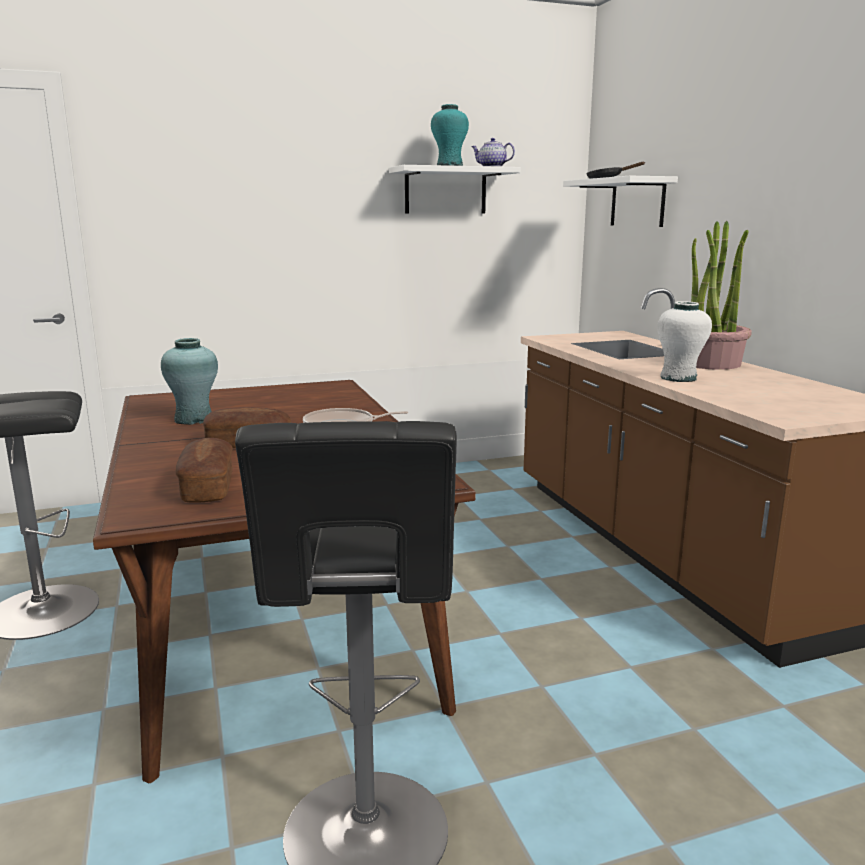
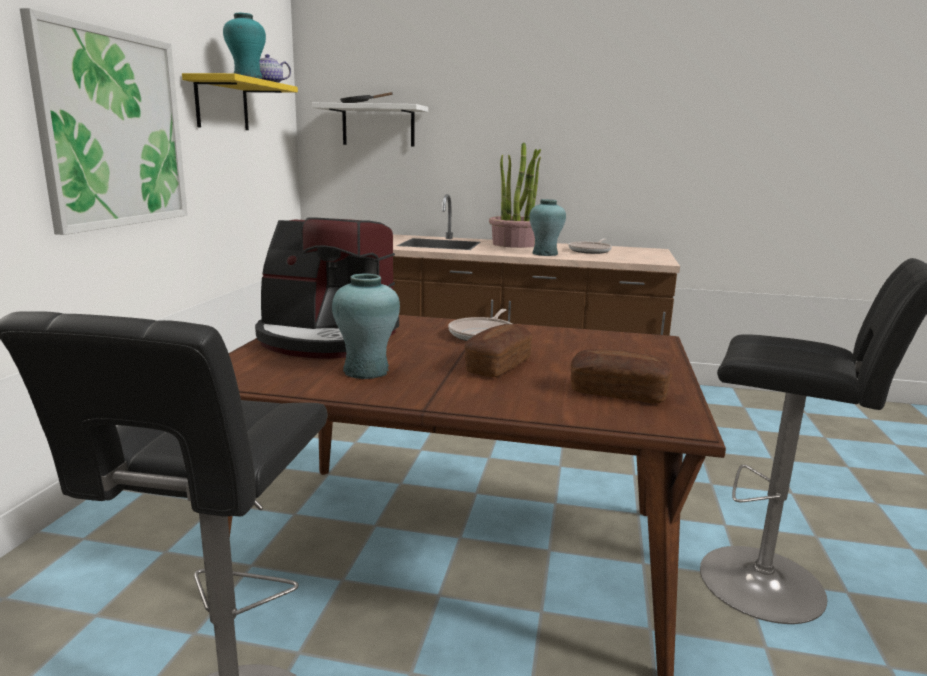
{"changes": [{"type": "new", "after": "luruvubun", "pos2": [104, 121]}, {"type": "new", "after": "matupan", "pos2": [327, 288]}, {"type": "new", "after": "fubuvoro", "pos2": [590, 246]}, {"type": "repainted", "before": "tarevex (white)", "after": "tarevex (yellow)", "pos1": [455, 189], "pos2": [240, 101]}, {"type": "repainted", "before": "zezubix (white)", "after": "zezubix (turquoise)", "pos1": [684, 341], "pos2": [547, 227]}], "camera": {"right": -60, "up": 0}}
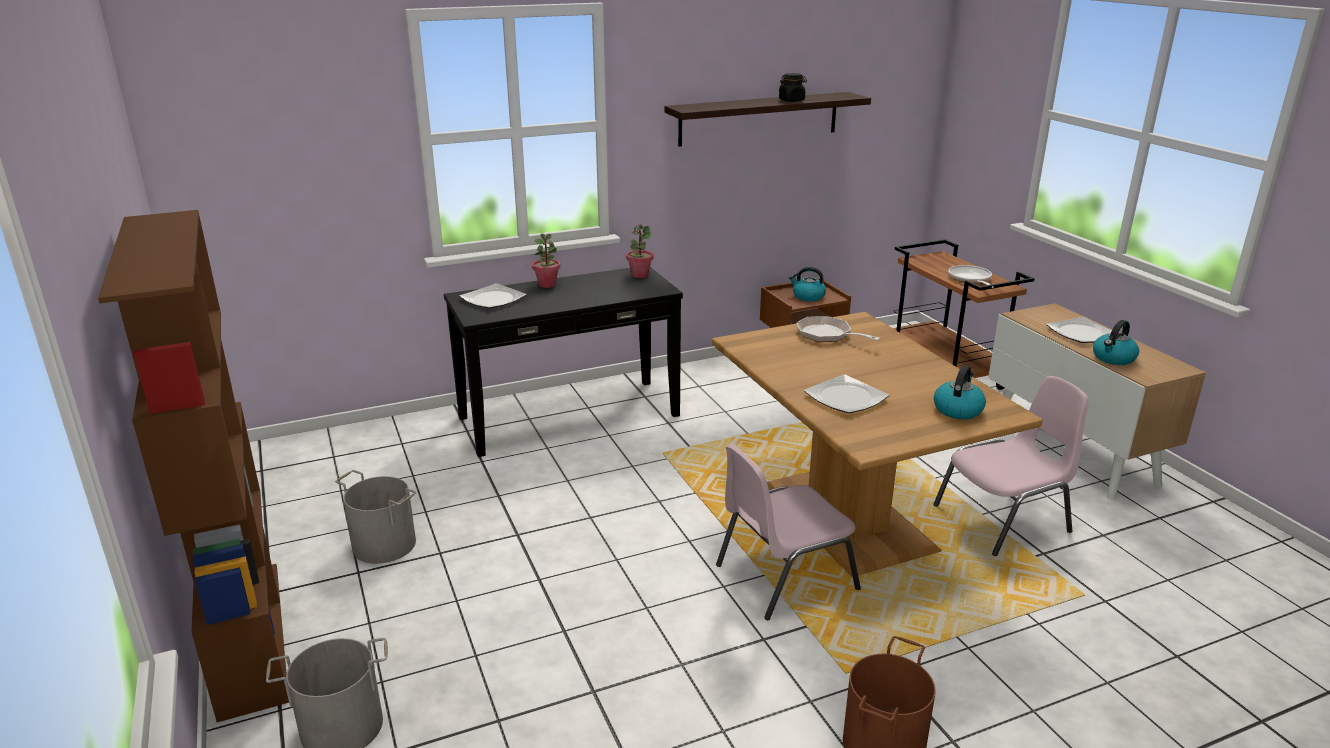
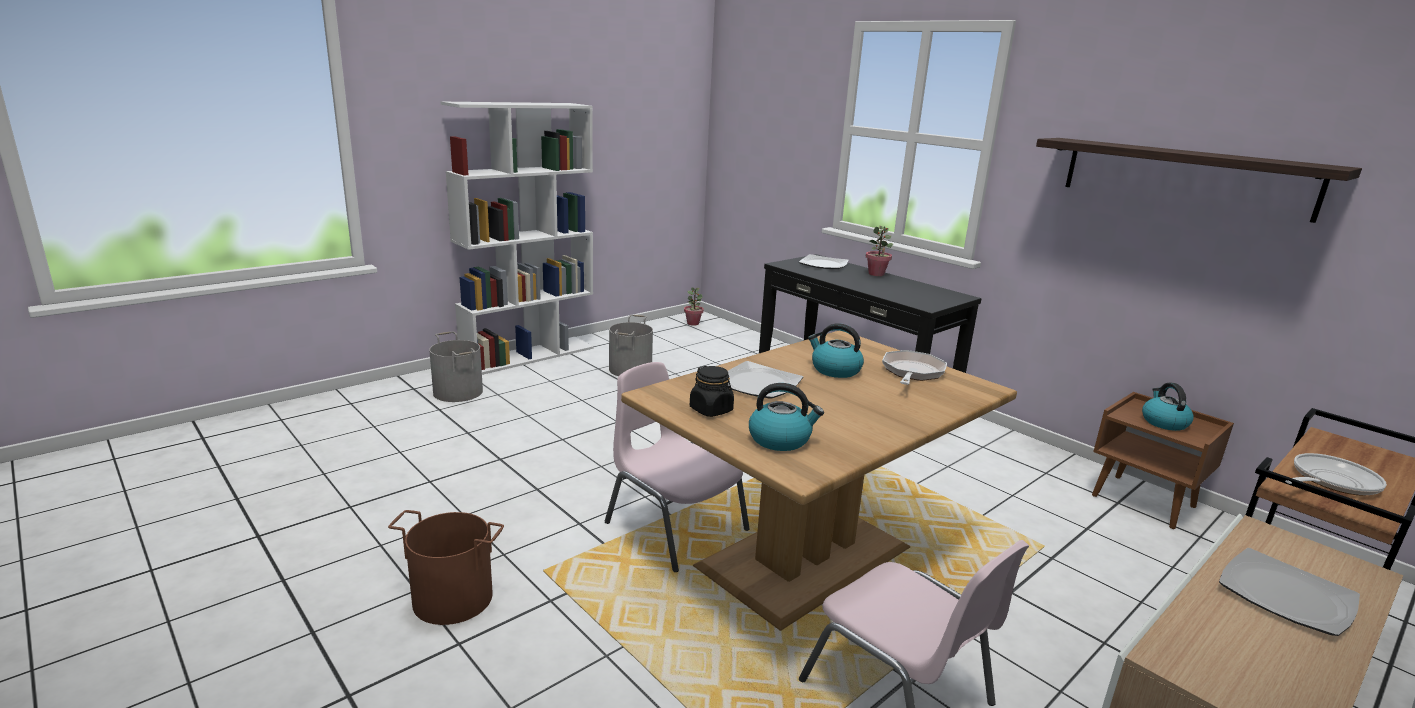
{"changes": [{"type": "shifted", "before": "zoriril", "pos1": [640, 251], "pos2": [694, 306]}, {"type": "shifted", "before": "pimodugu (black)", "pos1": [793, 87], "pos2": [712, 391]}, {"type": "shifted", "before": "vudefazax", "pos1": [1116, 342], "pos2": [836, 350]}, {"type": "repainted", "before": "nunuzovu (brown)", "after": "nunuzovu (white)", "pos1": [193, 466], "pos2": [517, 238]}], "camera": {"right": 70, "up": -5}}
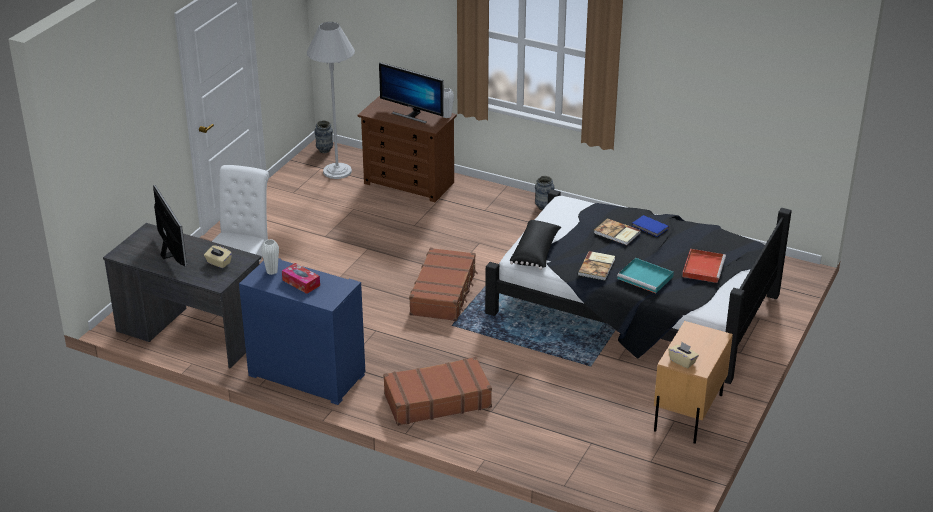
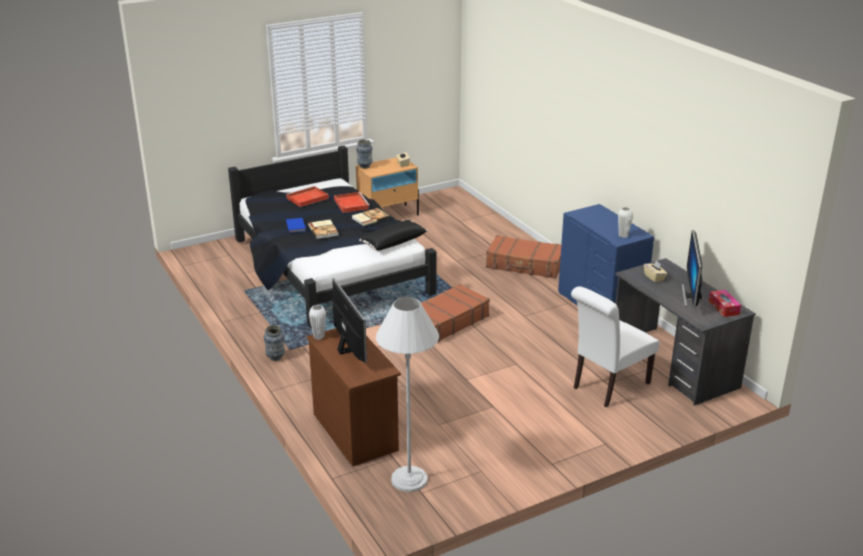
{"changes": [{"type": "shifted", "before": "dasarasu", "pos1": [301, 278], "pos2": [725, 303]}, {"type": "shifted", "before": "zezubix", "pos1": [323, 136], "pos2": [364, 154]}, {"type": "repainted", "before": "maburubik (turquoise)", "after": "maburubik (red)", "pos1": [645, 275], "pos2": [352, 202]}], "camera": {"right": -145, "up": -5}}
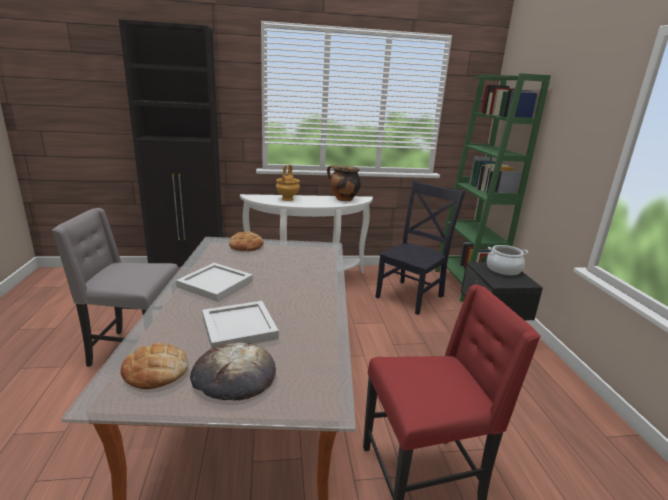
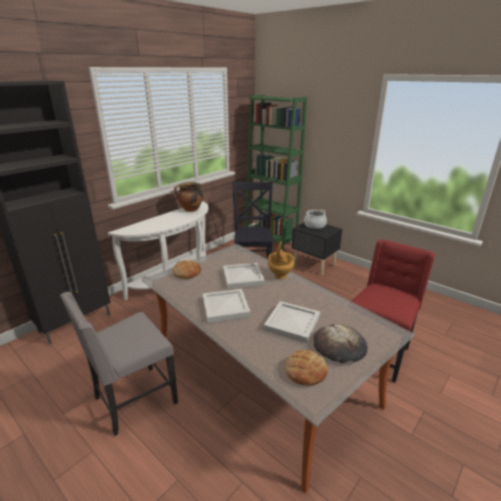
{"changes": [{"type": "new", "after": "maburubik (white)", "pos2": [244, 276]}, {"type": "shifted", "before": "zezubix (brown)", "pos1": [288, 183], "pos2": [281, 260]}], "camera": {"right": -40, "up": 5}}
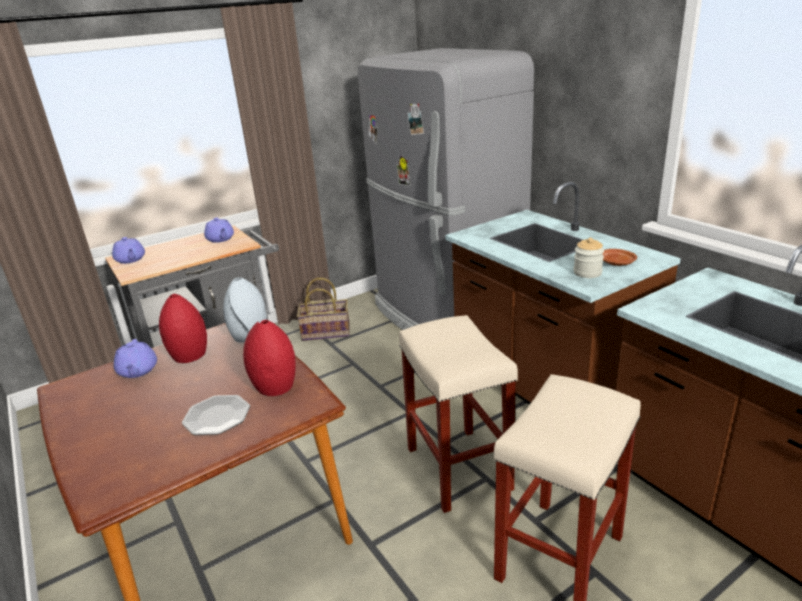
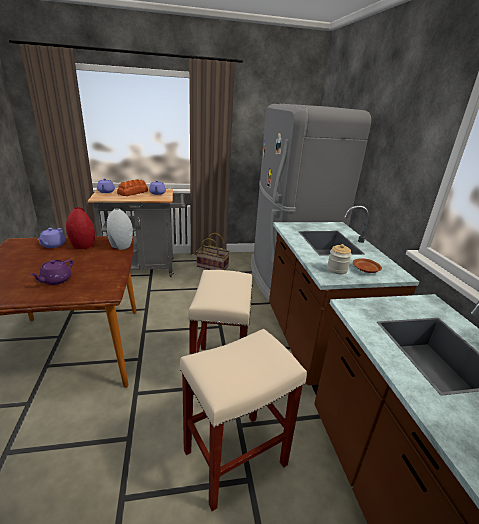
{"changes": [{"type": "gone", "before": "zezubix (red)", "pos1": [269, 358]}, {"type": "new", "after": "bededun", "pos2": [132, 187]}, {"type": "swapped", "before": "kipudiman", "after": "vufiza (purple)", "pos1": [216, 415], "pos2": [51, 272]}], "camera": {"right": 20, "up": 0}}
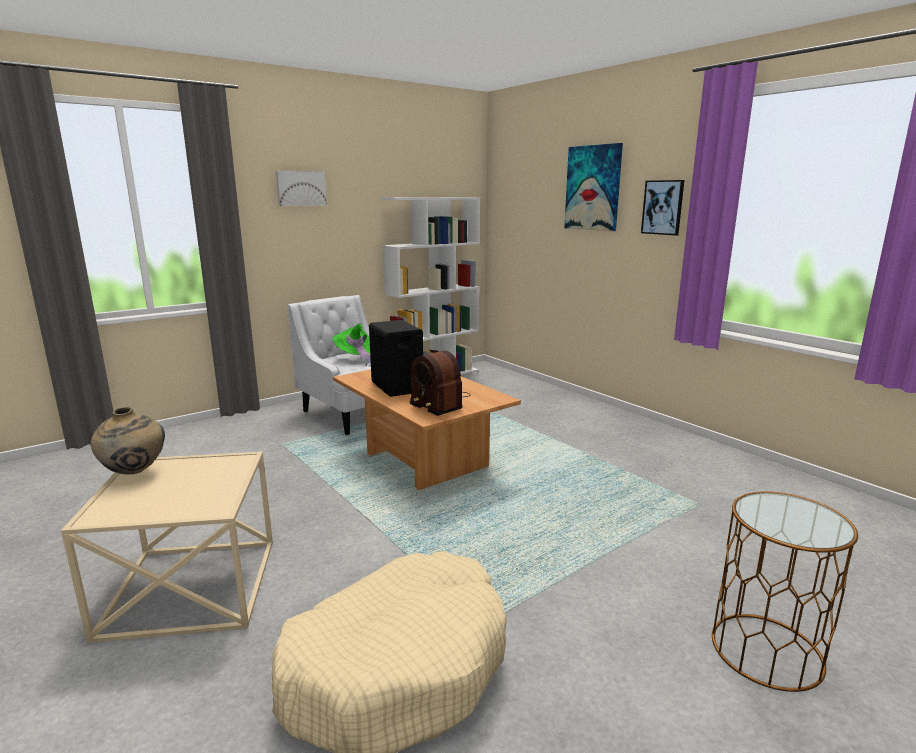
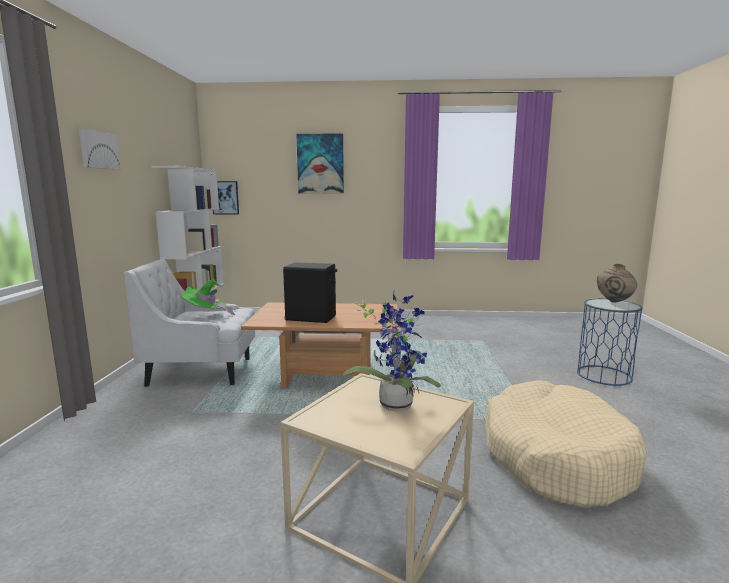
{"changes": [{"type": "gone", "before": "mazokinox", "pos1": [440, 383]}, {"type": "new", "after": "zoriril", "pos2": [392, 350]}, {"type": "shifted", "before": "zezubix (beige)", "pos1": [128, 441], "pos2": [617, 283]}, {"type": "shifted", "before": "luruvubun", "pos1": [662, 207], "pos2": [226, 197]}, {"type": "repainted", "before": "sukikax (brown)", "after": "sukikax (blue)", "pos1": [785, 591], "pos2": [609, 342]}], "camera": {"right": -50, "up": -5}}
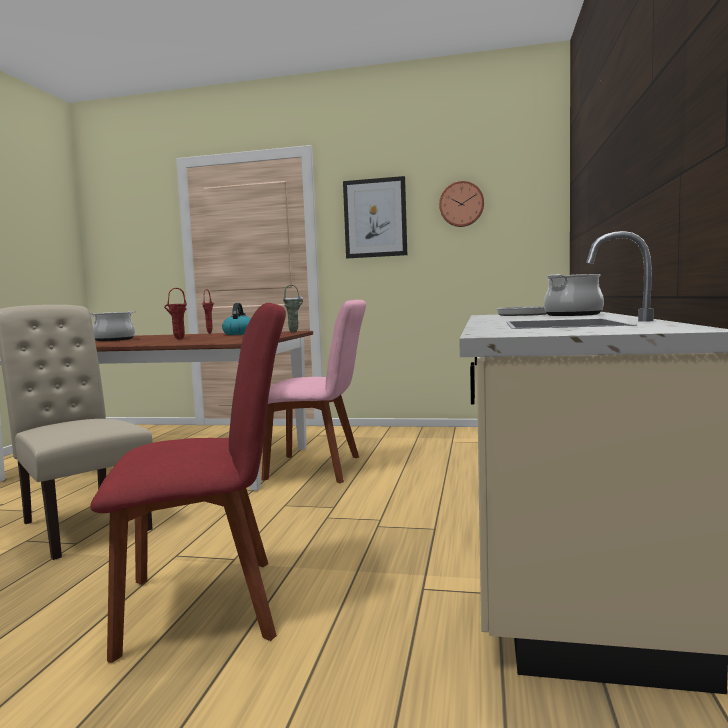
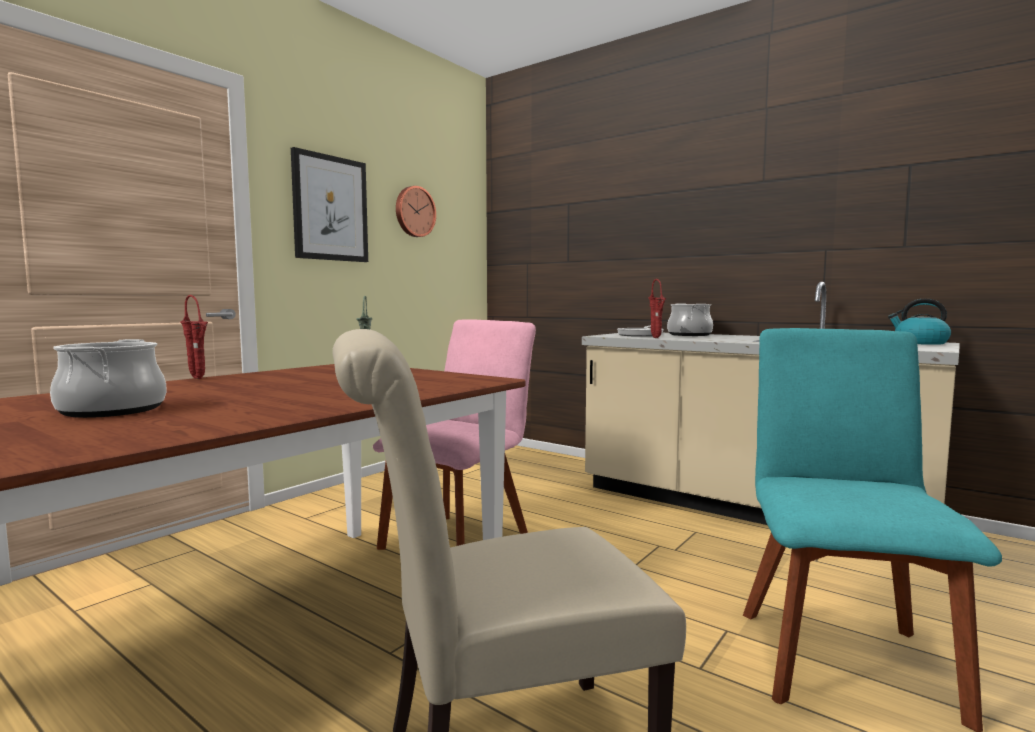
{"changes": [{"type": "shifted", "before": "zezubix (red)", "pos1": [175, 313], "pos2": [657, 308]}, {"type": "shifted", "before": "vudefazax", "pos1": [236, 319], "pos2": [919, 322]}, {"type": "repainted", "before": "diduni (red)", "after": "diduni (turquoise)", "pos1": [188, 483], "pos2": [872, 530]}], "camera": {"right": -65, "up": 0}}
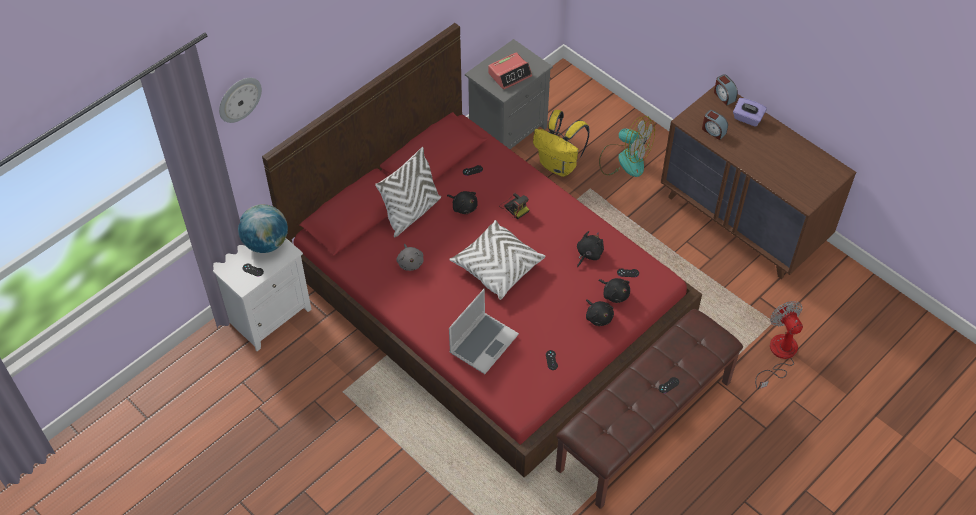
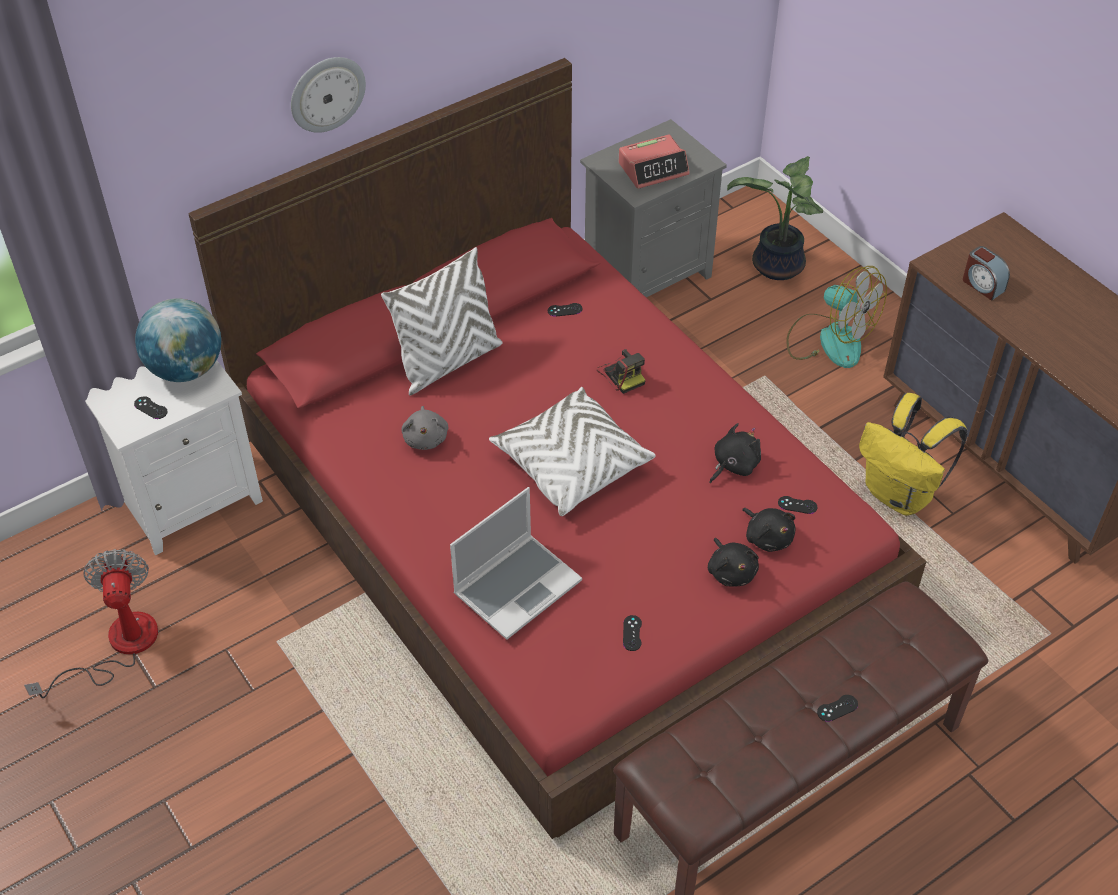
{"changes": [{"type": "gone", "before": "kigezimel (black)", "pos1": [462, 202]}, {"type": "gone", "before": "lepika", "pos1": [726, 90]}, {"type": "gone", "before": "dasarasu (purple)", "pos1": [750, 112]}, {"type": "new", "after": "zoriril", "pos2": [775, 218]}, {"type": "shifted", "before": "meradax", "pos1": [240, 100], "pos2": [328, 95]}, {"type": "shifted", "before": "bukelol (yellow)", "pos1": [561, 143], "pos2": [913, 454]}, {"type": "shifted", "before": "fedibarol", "pos1": [779, 345], "pos2": [91, 623]}], "camera": {"right": 10, "up": -5}}
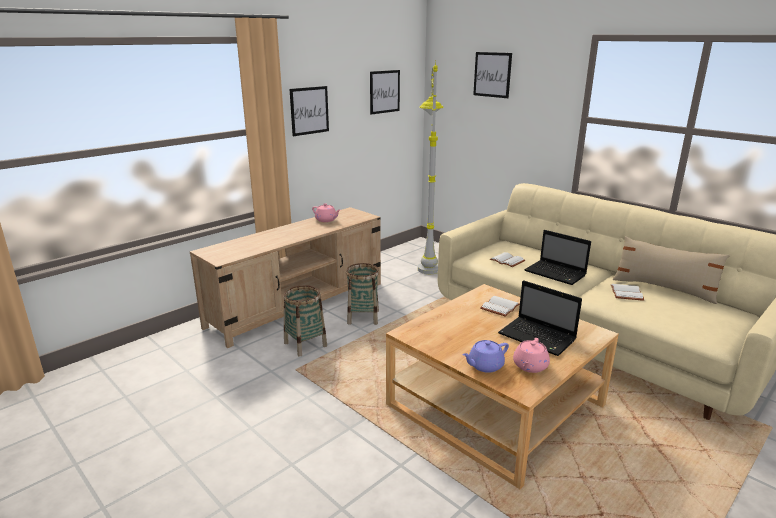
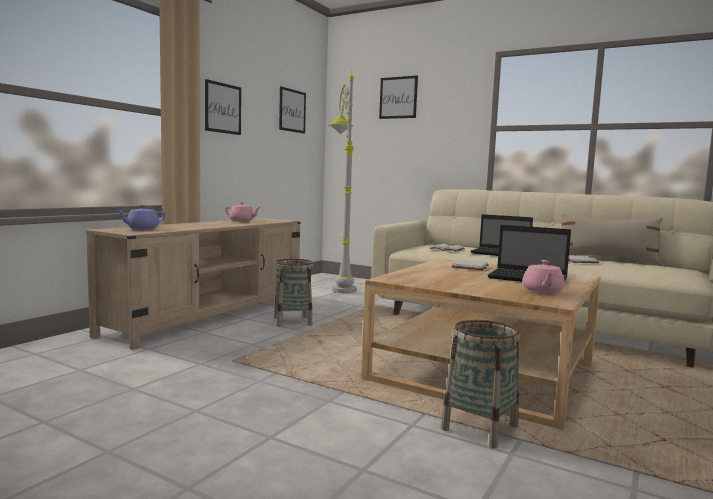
{"changes": [{"type": "shifted", "before": "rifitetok", "pos1": [305, 321], "pos2": [480, 384]}, {"type": "shifted", "before": "vufiza (purple)", "pos1": [485, 356], "pos2": [141, 217]}], "camera": {"right": -15, "up": -15}}
